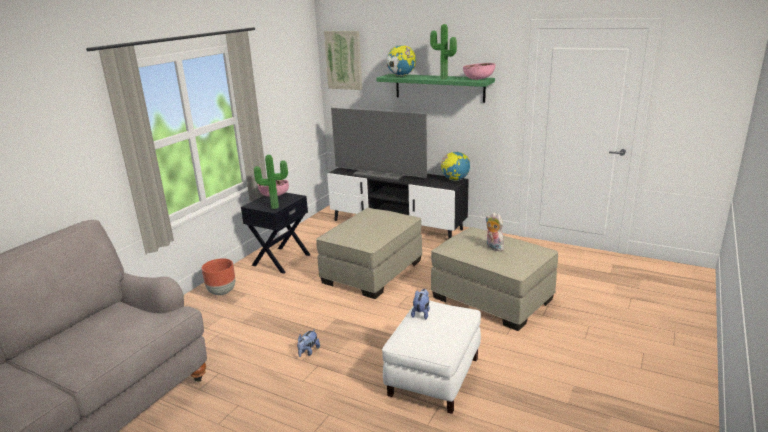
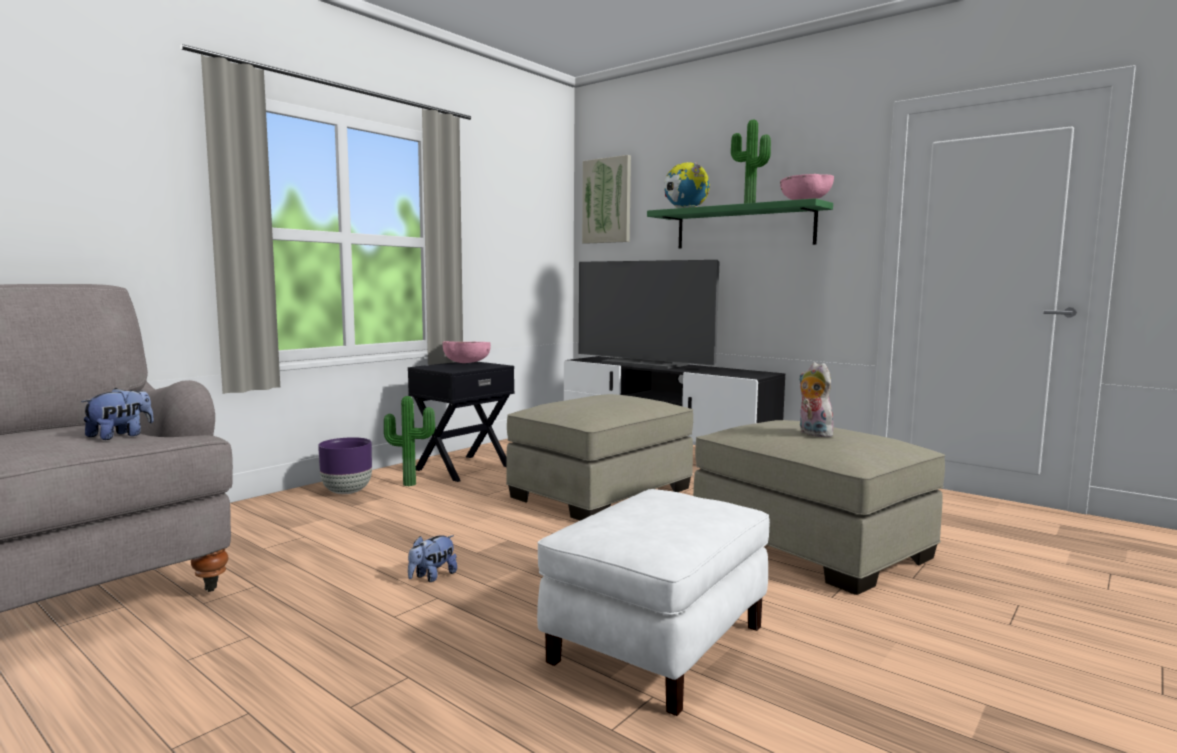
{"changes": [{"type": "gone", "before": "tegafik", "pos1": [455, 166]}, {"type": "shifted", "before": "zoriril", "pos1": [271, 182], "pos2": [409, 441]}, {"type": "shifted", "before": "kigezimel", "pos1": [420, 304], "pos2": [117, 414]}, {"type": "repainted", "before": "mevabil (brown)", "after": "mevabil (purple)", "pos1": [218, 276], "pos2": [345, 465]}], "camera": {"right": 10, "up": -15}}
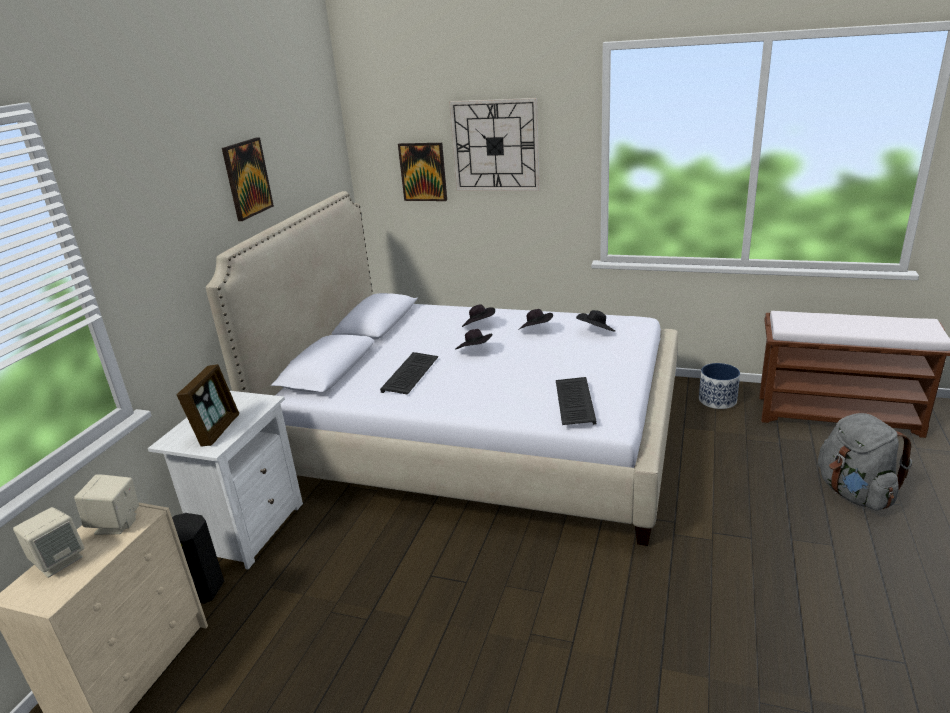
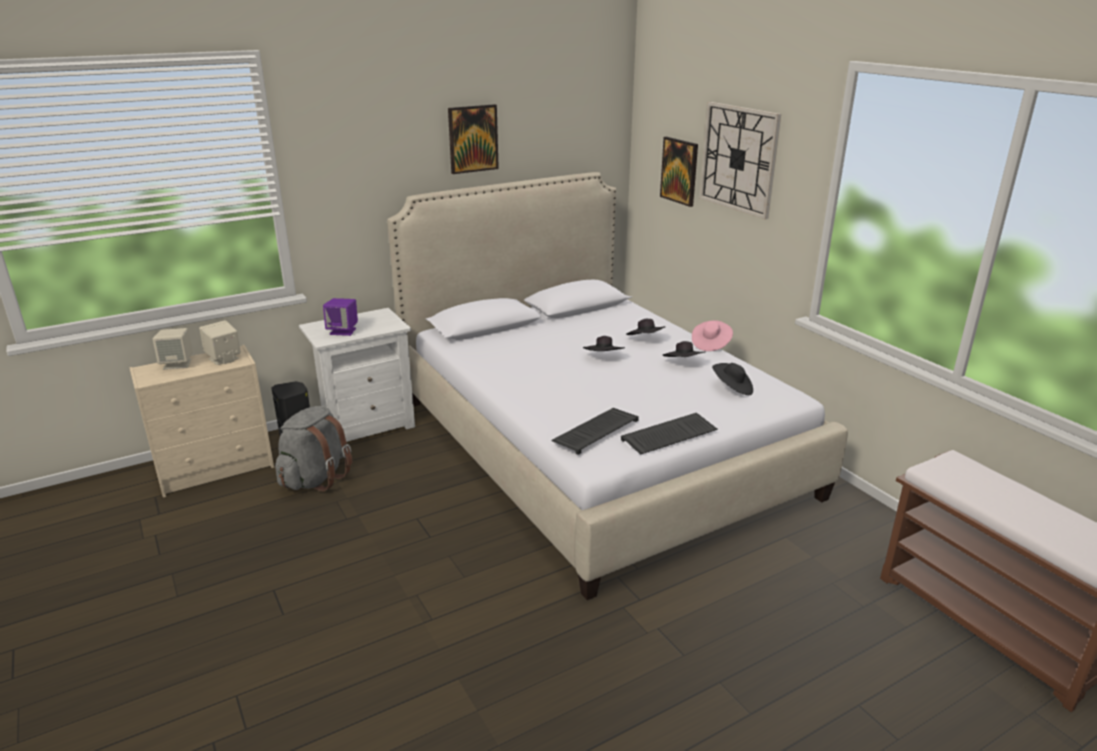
{"changes": [{"type": "gone", "before": "mevabil", "pos1": [719, 386]}, {"type": "new", "after": "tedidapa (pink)", "pos2": [712, 335]}, {"type": "shifted", "before": "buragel", "pos1": [409, 373], "pos2": [669, 434]}, {"type": "shifted", "before": "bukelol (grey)", "pos1": [865, 462], "pos2": [314, 449]}, {"type": "swapped", "before": "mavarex", "after": "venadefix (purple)", "pos1": [208, 405], "pos2": [340, 317]}], "camera": {"right": 40, "up": 0}}
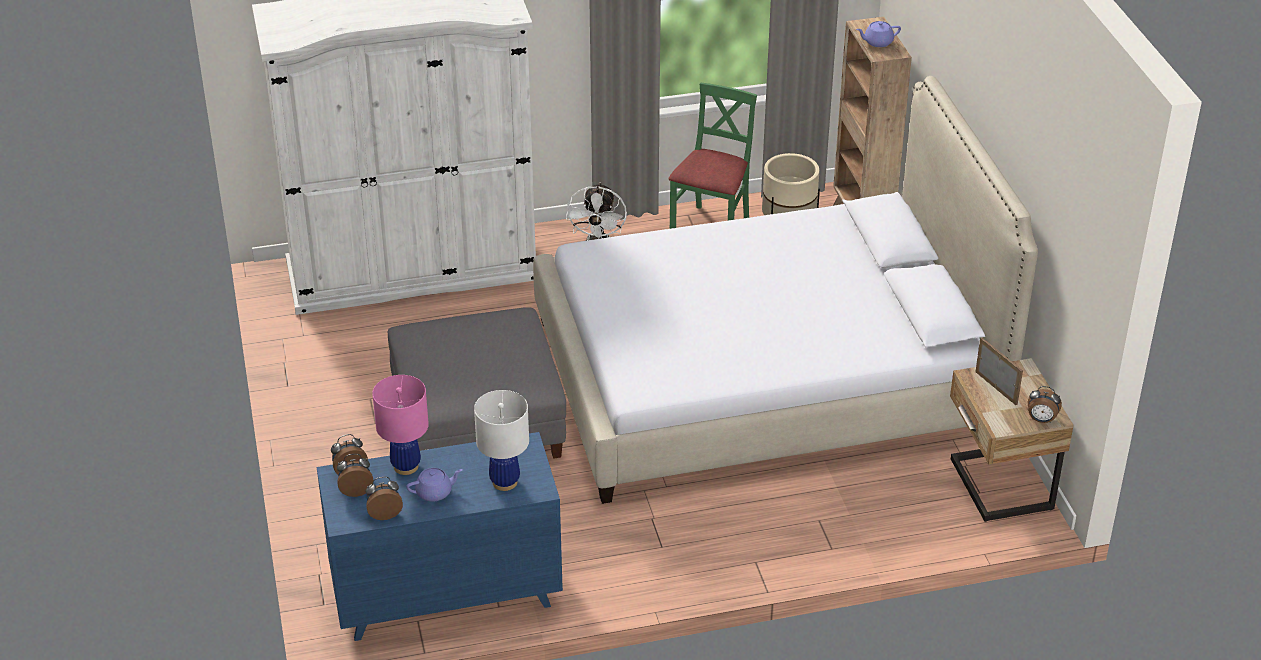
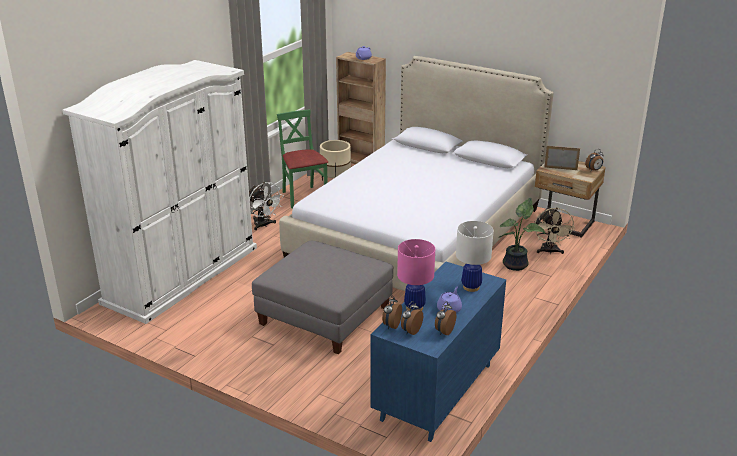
{"changes": [{"type": "new", "after": "zoriril", "pos2": [521, 234]}, {"type": "new", "after": "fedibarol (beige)", "pos2": [555, 231]}], "camera": {"right": -45, "up": -10}}
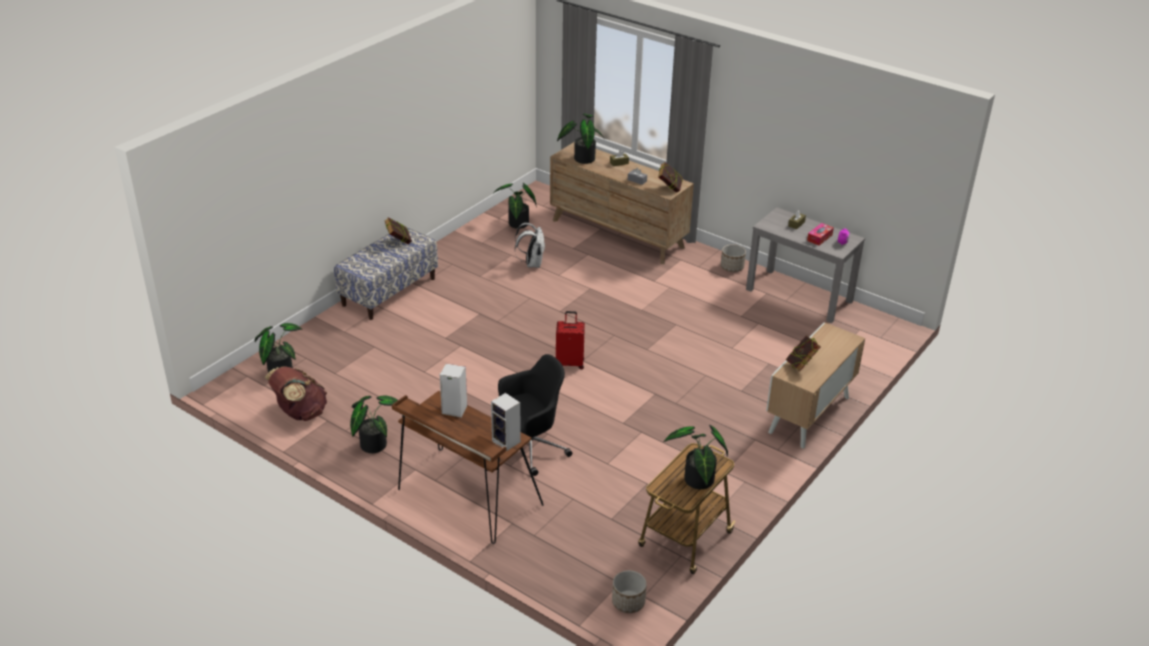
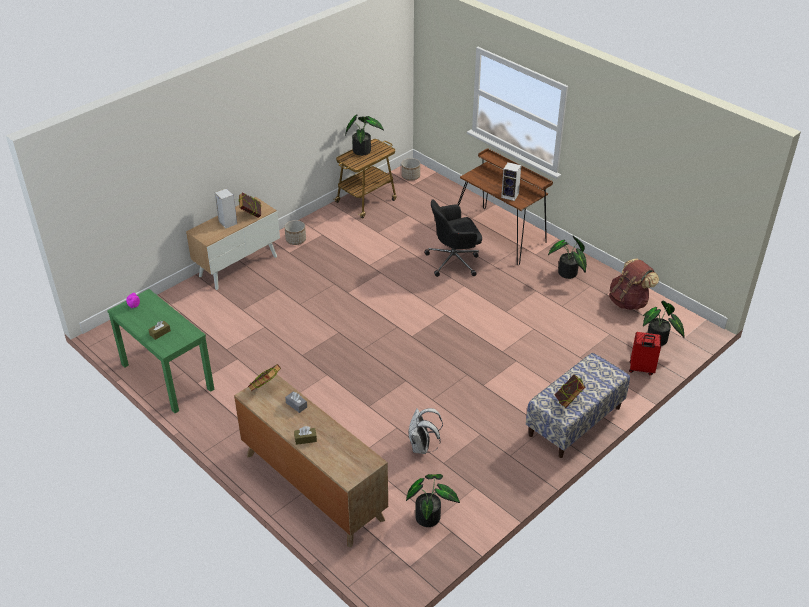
{"changes": [{"type": "gone", "before": "zoriril", "pos1": [581, 139]}, {"type": "gone", "before": "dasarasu", "pos1": [820, 234]}, {"type": "shifted", "before": "venadefix", "pos1": [506, 422], "pos2": [226, 208]}, {"type": "shifted", "before": "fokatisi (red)", "pos1": [570, 340], "pos2": [645, 353]}, {"type": "shifted", "before": "mevabil", "pos1": [733, 258], "pos2": [295, 232]}, {"type": "repainted", "before": "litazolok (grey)", "after": "litazolok (green)", "pos1": [805, 265], "pos2": [160, 351]}], "camera": {"right": -170, "up": 5}}
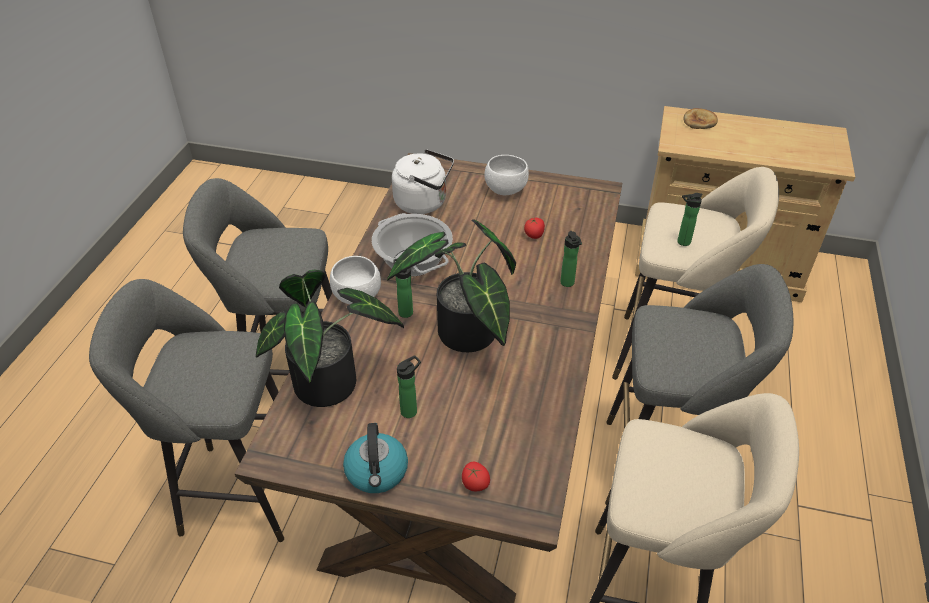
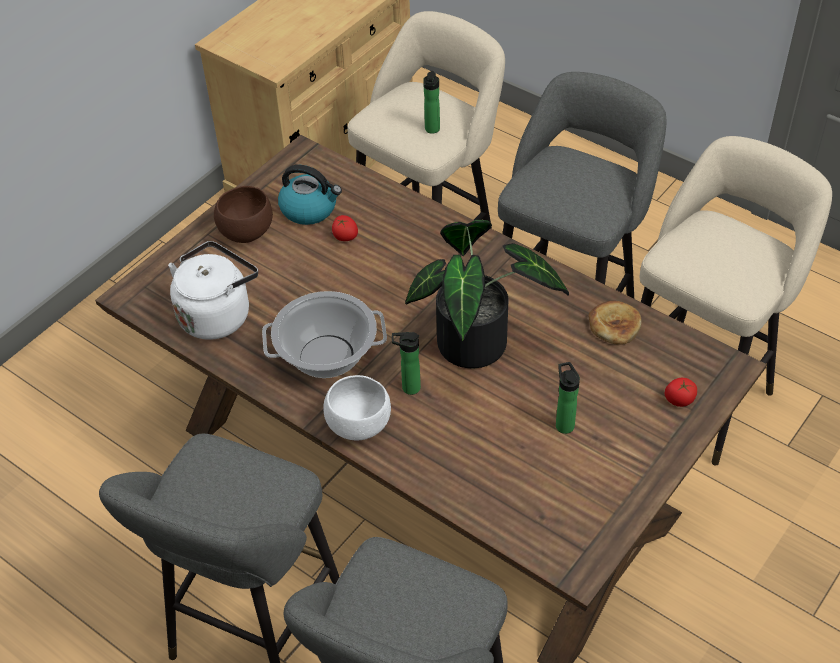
{"changes": [{"type": "gone", "before": "zoriril", "pos1": [330, 338]}, {"type": "gone", "before": "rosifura", "pos1": [571, 259]}, {"type": "shifted", "before": "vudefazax", "pos1": [375, 458], "pos2": [310, 195]}, {"type": "shifted", "before": "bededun", "pos1": [700, 118], "pos2": [615, 323]}, {"type": "repainted", "before": "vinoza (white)", "after": "vinoza (brown)", "pos1": [506, 175], "pos2": [243, 214]}], "camera": {"right": -65, "up": 5}}
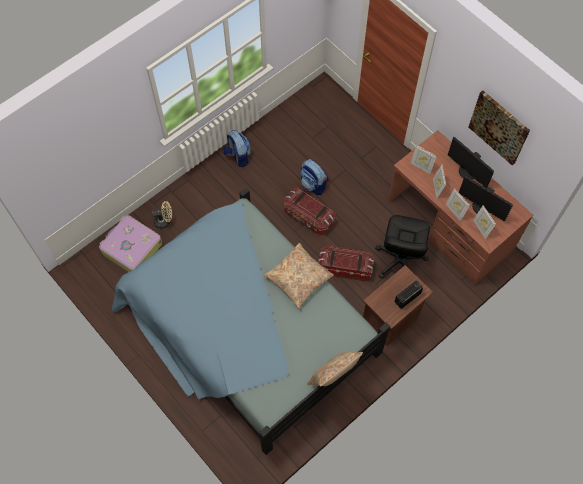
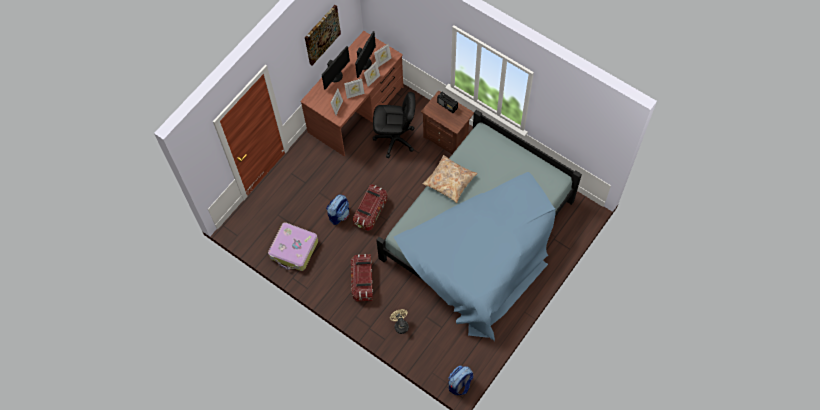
{"changes": [{"type": "gone", "before": "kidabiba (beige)", "pos1": [335, 369]}, {"type": "shifted", "before": "fokatisi", "pos1": [130, 243], "pos2": [293, 246]}, {"type": "shifted", "before": "bukelol", "pos1": [237, 148], "pos2": [460, 380]}, {"type": "shifted", "before": "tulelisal", "pos1": [346, 263], "pos2": [362, 277]}], "camera": {"right": -100, "up": 0}}
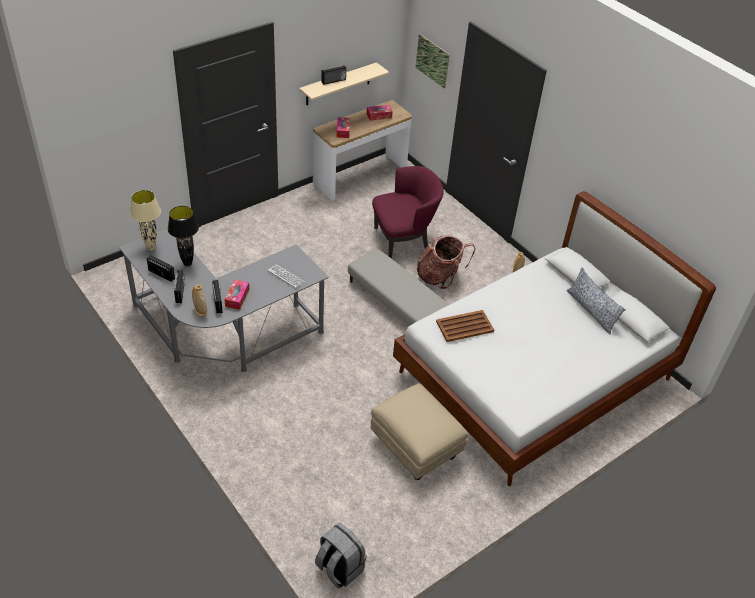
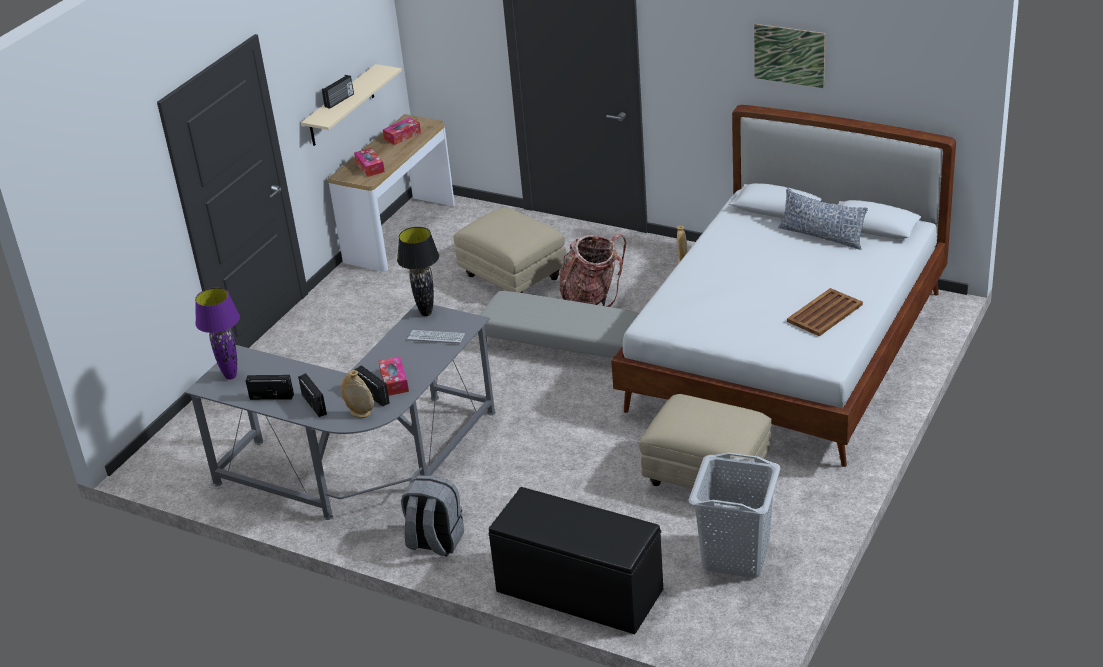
{"changes": [{"type": "new", "after": "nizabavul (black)", "pos2": [575, 560]}, {"type": "new", "after": "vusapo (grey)", "pos2": [734, 515]}, {"type": "shifted", "before": "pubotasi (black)", "pos1": [183, 236], "pos2": [418, 271]}, {"type": "shifted", "before": "bukelol (grey)", "pos1": [341, 555], "pos2": [432, 516]}, {"type": "shifted", "before": "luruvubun", "pos1": [433, 61], "pos2": [789, 56]}, {"type": "shifted", "before": "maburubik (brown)", "pos1": [465, 326], "pos2": [825, 312]}, {"type": "swapped", "before": "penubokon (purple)", "after": "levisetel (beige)", "pos1": [408, 212], "pos2": [510, 250]}, {"type": "repainted", "before": "pubotasi (beige)", "after": "pubotasi (purple)", "pos1": [145, 220], "pos2": [217, 334]}], "camera": {"right": -20, "up": -10}}
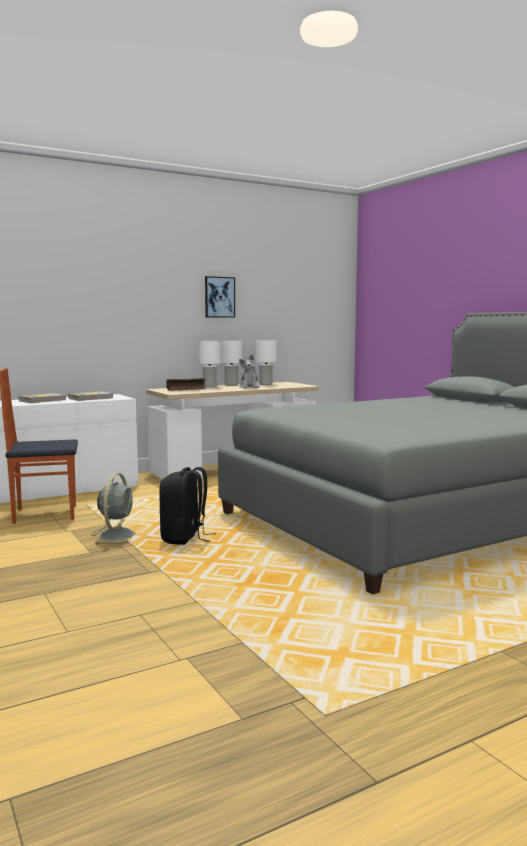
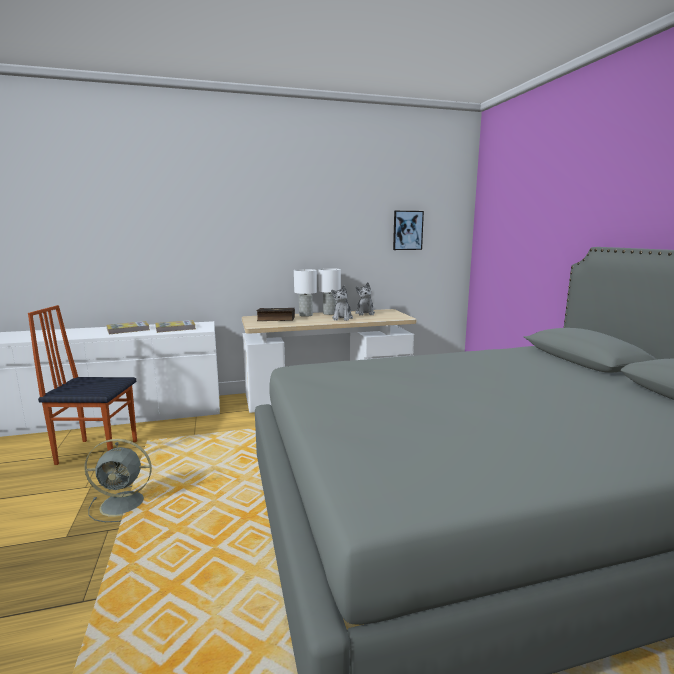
{"changes": [{"type": "gone", "before": "bukelol (black)", "pos1": [187, 506]}, {"type": "shifted", "before": "luruvubun", "pos1": [220, 297], "pos2": [408, 230]}, {"type": "swapped", "before": "pubotasi (white)", "after": "kigezimel", "pos1": [266, 362], "pos2": [365, 298]}, {"type": "rotated", "before": "fedibarol (grey)", "pos1": [113, 508], "pos2": [118, 480], "turn": 60}], "camera": {"right": 15, "up": 5}}
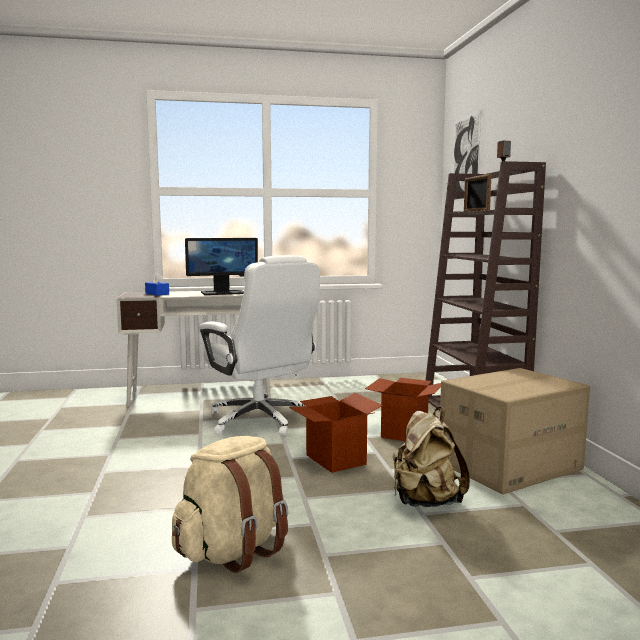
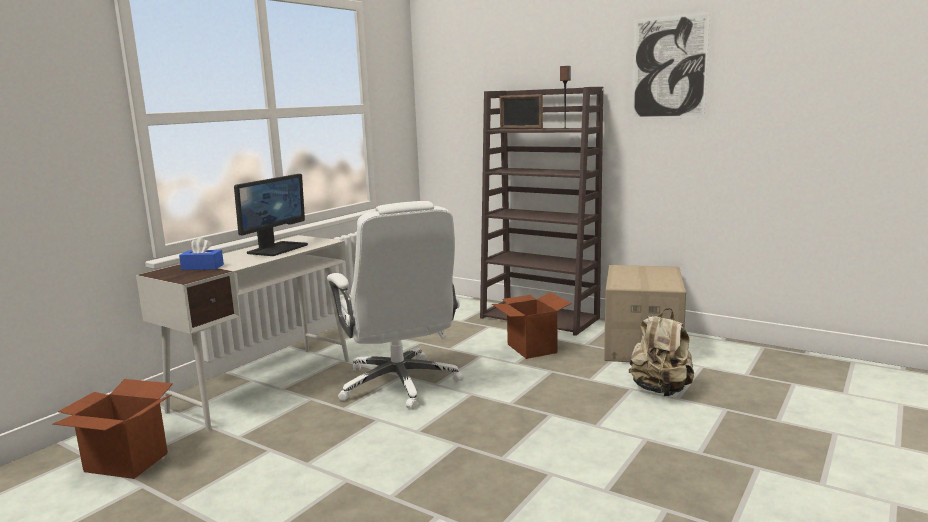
{"changes": [{"type": "gone", "before": "bukelol (beige)", "pos1": [230, 504]}, {"type": "shifted", "before": "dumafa", "pos1": [336, 433], "pos2": [113, 429]}, {"type": "shifted", "before": "luruvubun", "pos1": [467, 155], "pos2": [671, 65]}, {"type": "rotated", "before": "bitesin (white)", "pos1": [259, 345], "pos2": [395, 305], "turn": 60}], "camera": {"right": -45, "up": 5}}
